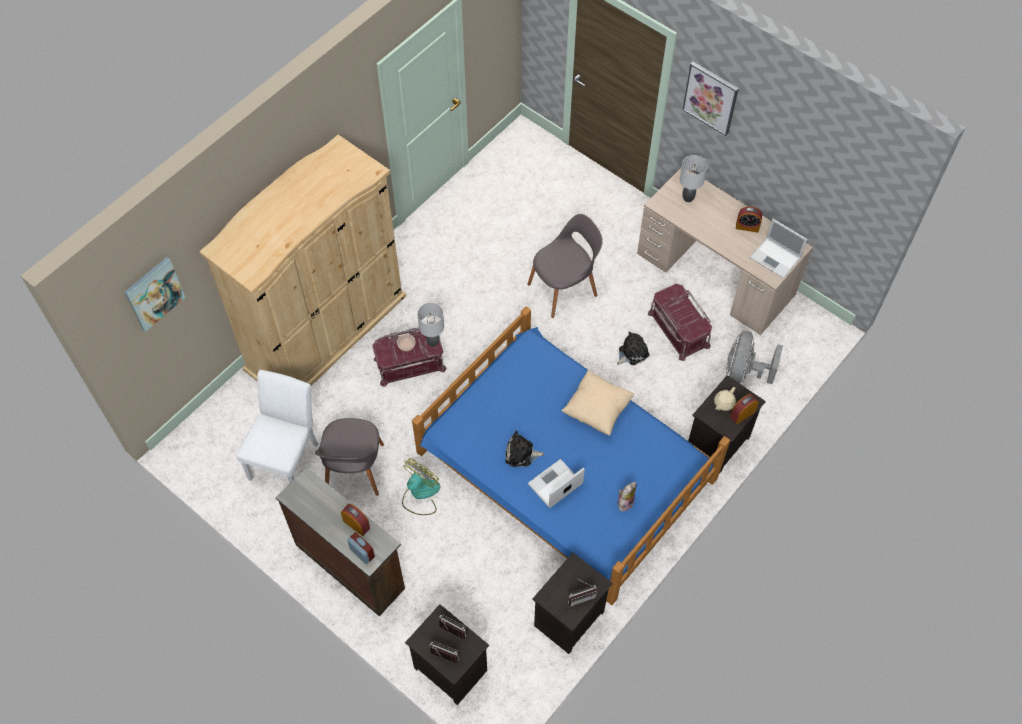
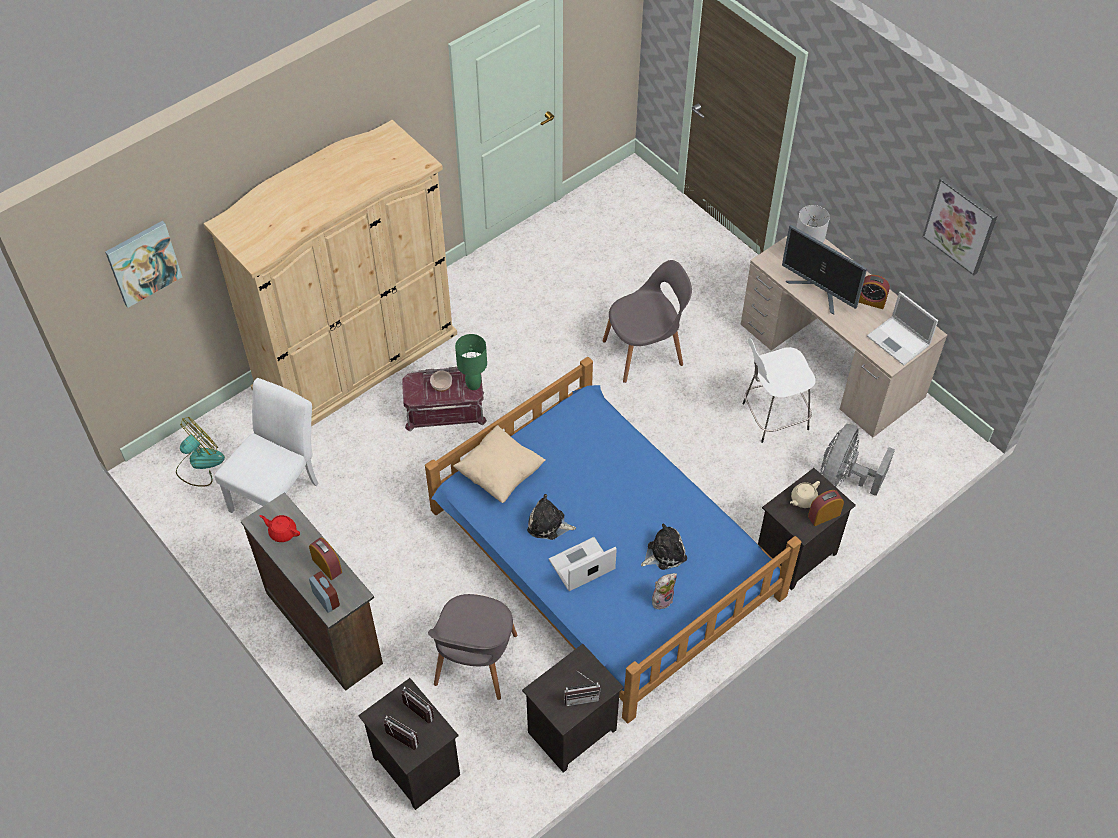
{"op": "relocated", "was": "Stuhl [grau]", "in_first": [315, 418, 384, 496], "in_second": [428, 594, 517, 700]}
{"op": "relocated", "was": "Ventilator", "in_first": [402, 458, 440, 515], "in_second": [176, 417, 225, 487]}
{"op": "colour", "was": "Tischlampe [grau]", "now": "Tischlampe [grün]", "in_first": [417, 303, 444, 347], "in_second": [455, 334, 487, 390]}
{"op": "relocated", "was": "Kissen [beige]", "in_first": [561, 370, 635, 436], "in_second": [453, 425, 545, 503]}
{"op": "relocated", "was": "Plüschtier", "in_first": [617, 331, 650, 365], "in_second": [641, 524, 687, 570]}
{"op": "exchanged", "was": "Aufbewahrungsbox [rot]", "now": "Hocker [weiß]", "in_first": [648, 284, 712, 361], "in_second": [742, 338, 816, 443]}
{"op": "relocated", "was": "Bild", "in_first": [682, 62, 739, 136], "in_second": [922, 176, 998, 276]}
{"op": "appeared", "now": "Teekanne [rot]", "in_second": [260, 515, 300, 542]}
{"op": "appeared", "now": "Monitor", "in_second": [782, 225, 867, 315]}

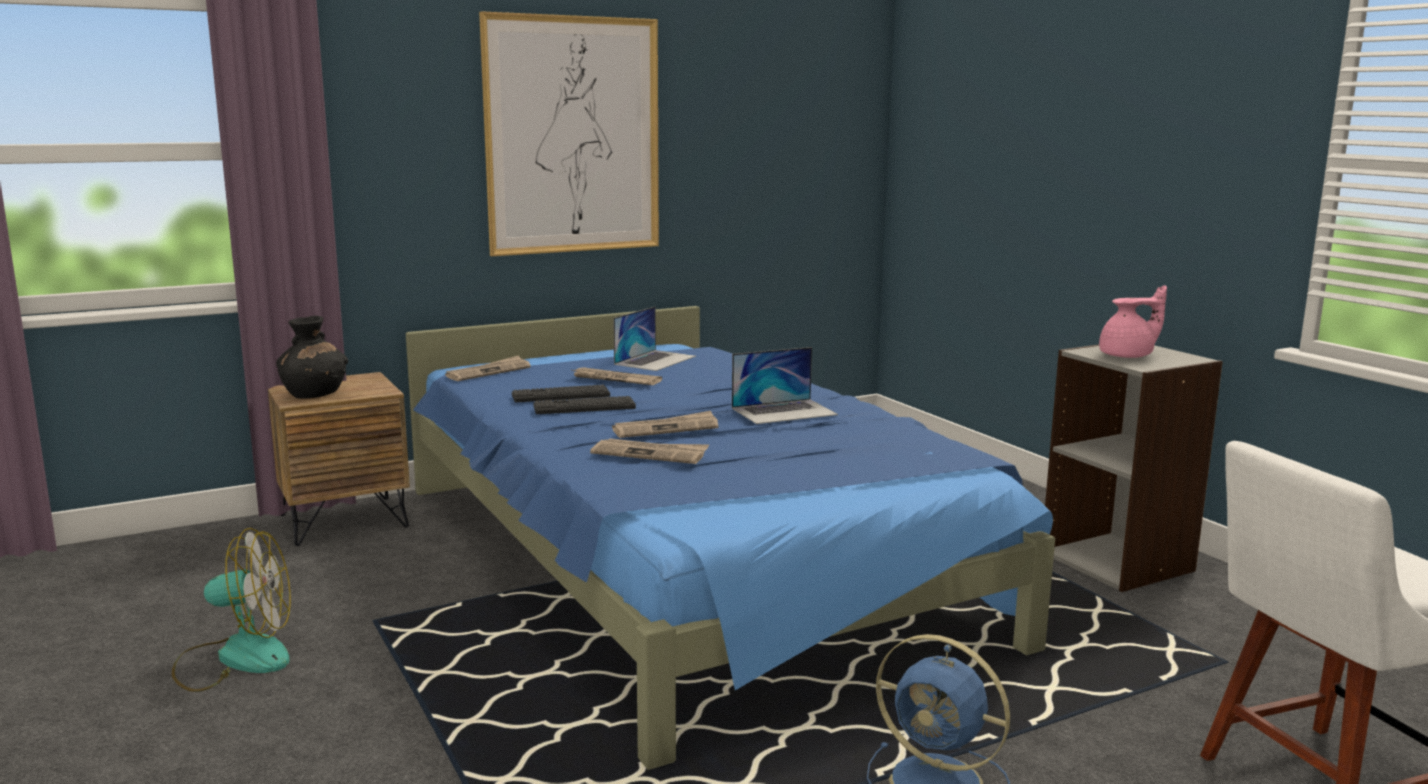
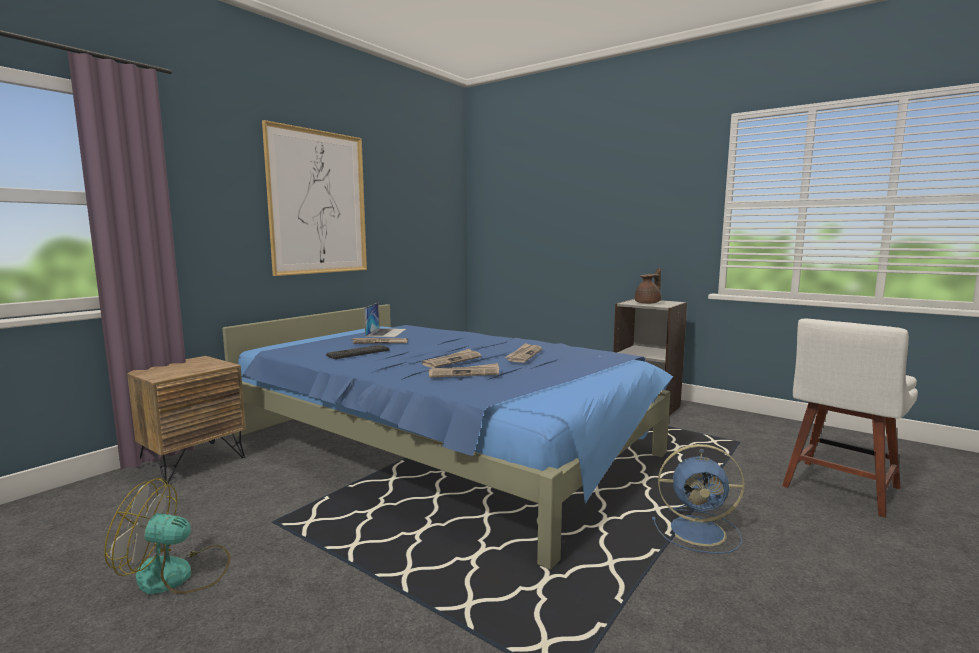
{"op": "spun", "was": "Ventilator", "in_first": [172, 528, 291, 692], "in_second": [104, 478, 230, 594], "clockwise": -150}
{"op": "missing", "was": "Vase [schwarz]", "in_first": [276, 316, 348, 398]}
{"op": "relocated", "was": "Zeitung", "in_first": [445, 355, 531, 381], "in_second": [505, 343, 542, 363]}
{"op": "missing", "was": "Tastatur", "in_first": [533, 396, 636, 414]}
{"op": "missing", "was": "Laptop", "in_first": [732, 347, 838, 424]}
{"op": "colour", "was": "Teekanne [rosa]", "now": "Teekanne [braun]", "in_first": [1099, 285, 1167, 358], "in_second": [635, 268, 661, 304]}

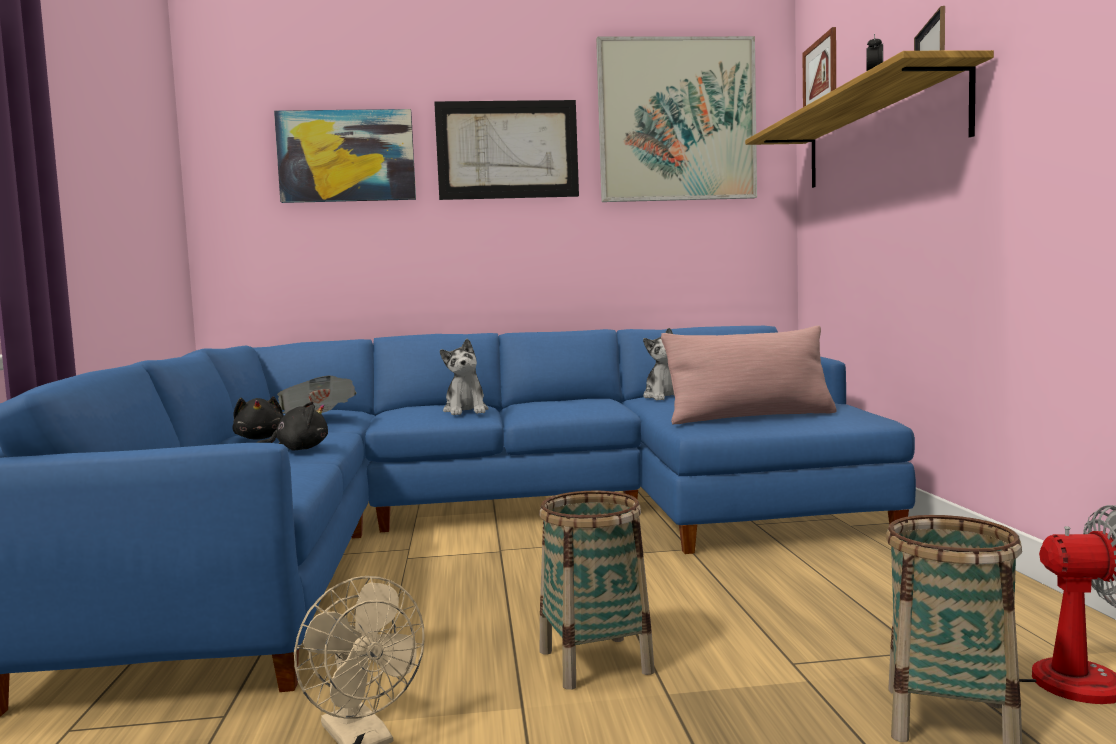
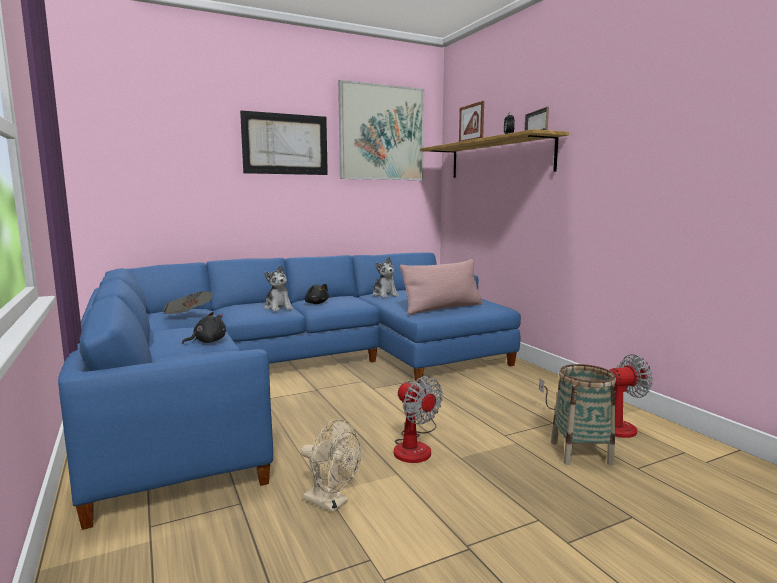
{"op": "relocated", "was": "Plüschtier [schwarz]", "in_first": [232, 396, 284, 440], "in_second": [305, 284, 329, 304]}
{"op": "missing", "was": "Bild", "in_first": [274, 109, 416, 203]}
{"op": "exchanged", "was": "Korb", "now": "Ventilator", "in_first": [539, 491, 655, 690], "in_second": [394, 376, 443, 463]}

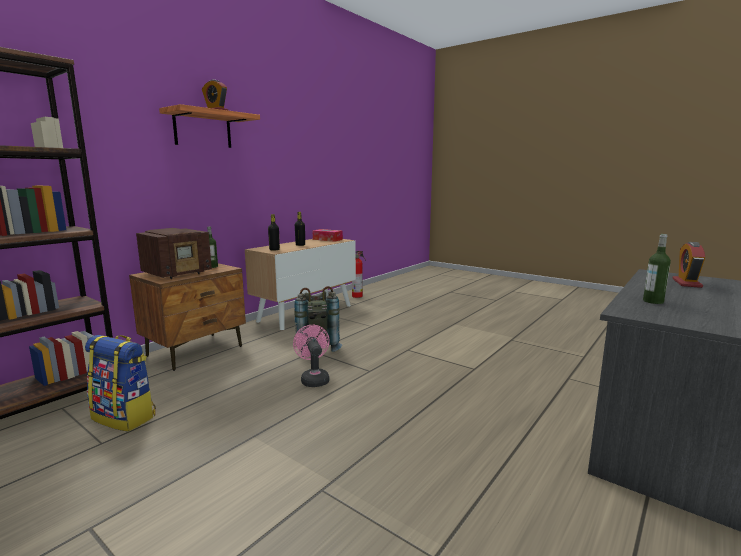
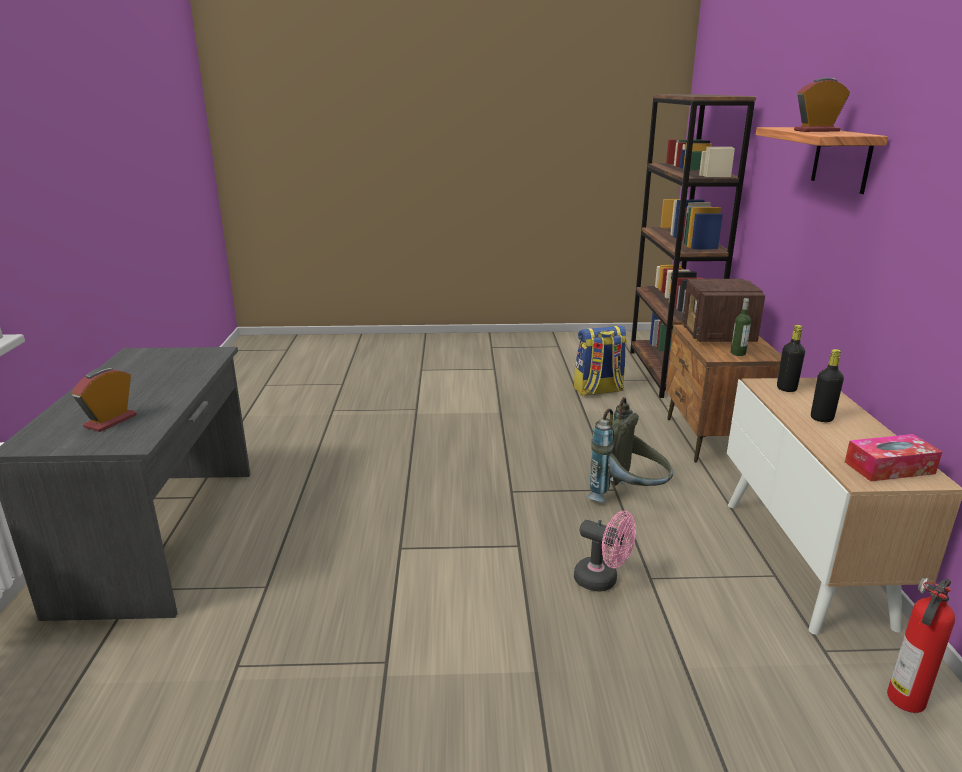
{"op": "relocated", "was": "Ventilator [rosa]", "in_first": [293, 325, 330, 387], "in_second": [574, 511, 636, 592]}
{"op": "missing", "was": "Flasche", "in_first": [643, 234, 671, 304]}
{"op": "spun", "was": "Wecker", "in_first": [672, 242, 705, 288], "in_second": [72, 367, 137, 432], "clockwise": -135}

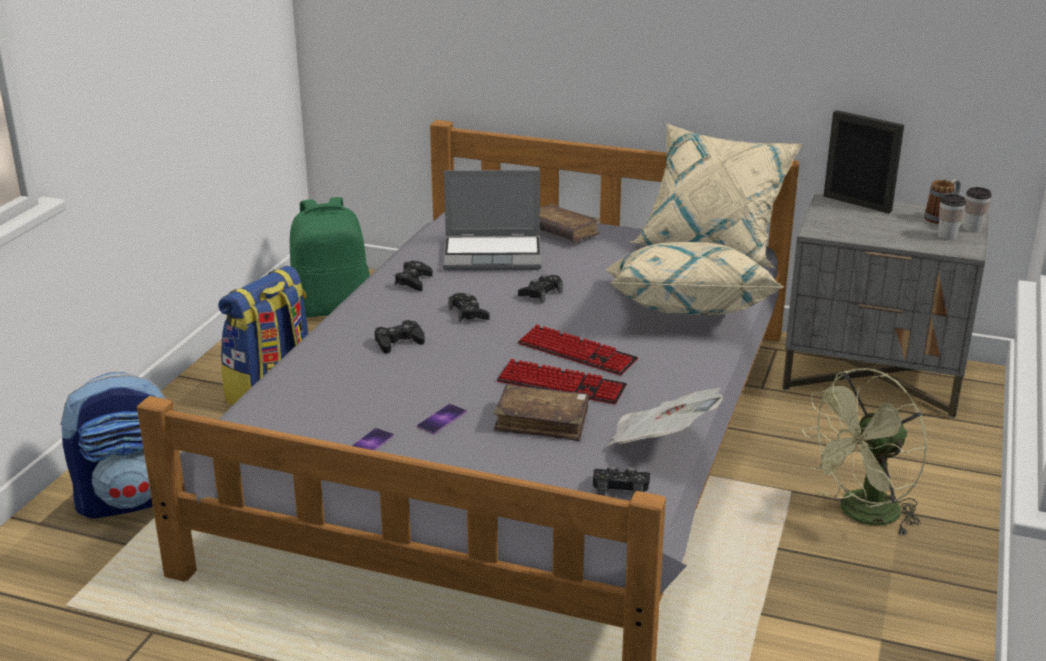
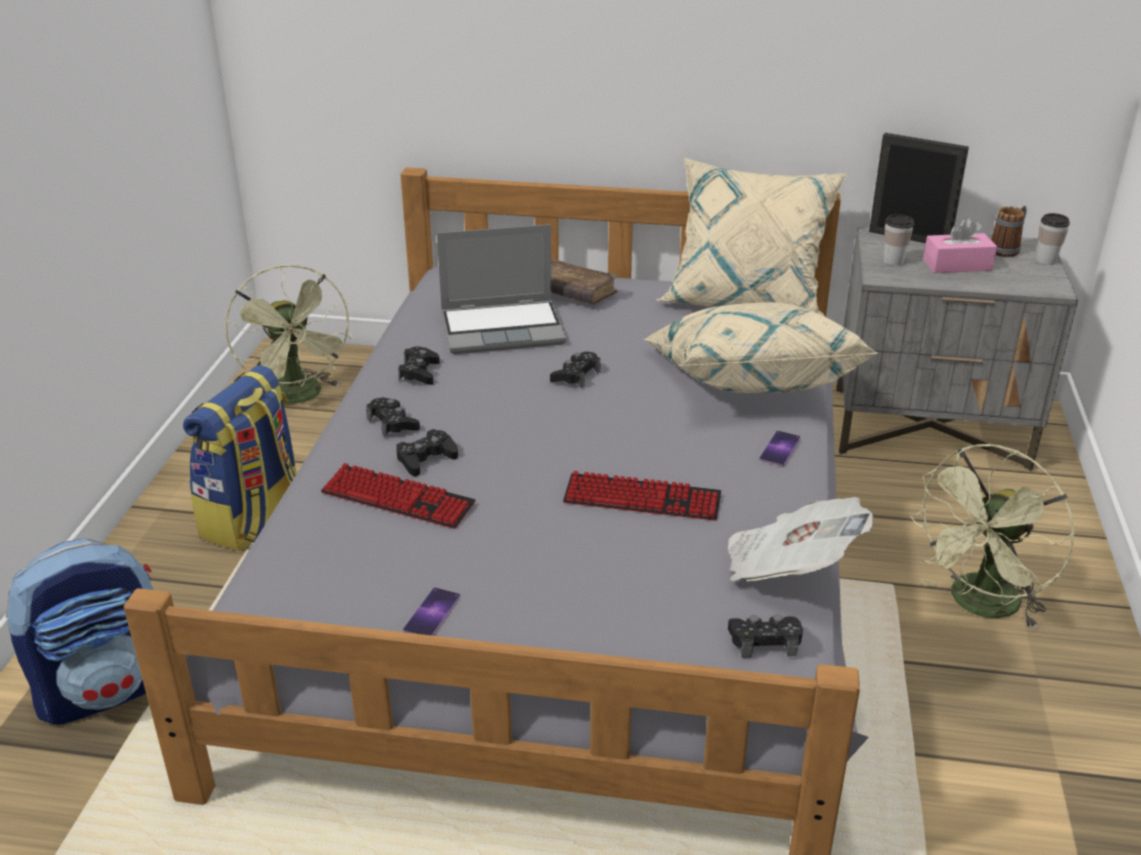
{"op": "exchanged", "was": "Rucksack [grün]", "now": "Ventilator [grün]", "in_first": [290, 197, 370, 318], "in_second": [225, 265, 352, 404]}
{"op": "relocated", "was": "Handy", "in_first": [417, 404, 467, 434], "in_second": [759, 430, 801, 466]}
{"op": "relocated", "was": "Gamepad [schwarz]", "in_first": [448, 293, 489, 323], "in_second": [366, 397, 420, 437]}
{"op": "missing", "was": "Buch [braun]", "in_first": [494, 384, 589, 441]}
{"op": "relocated", "was": "Tastatur", "in_first": [518, 324, 638, 375], "in_second": [321, 463, 476, 529]}
{"op": "relocated", "was": "Tasse", "in_first": [938, 194, 966, 240], "in_second": [883, 214, 914, 266]}
{"op": "appeared", "now": "Taschentuchbox [rosa]", "in_second": [923, 217, 997, 273]}

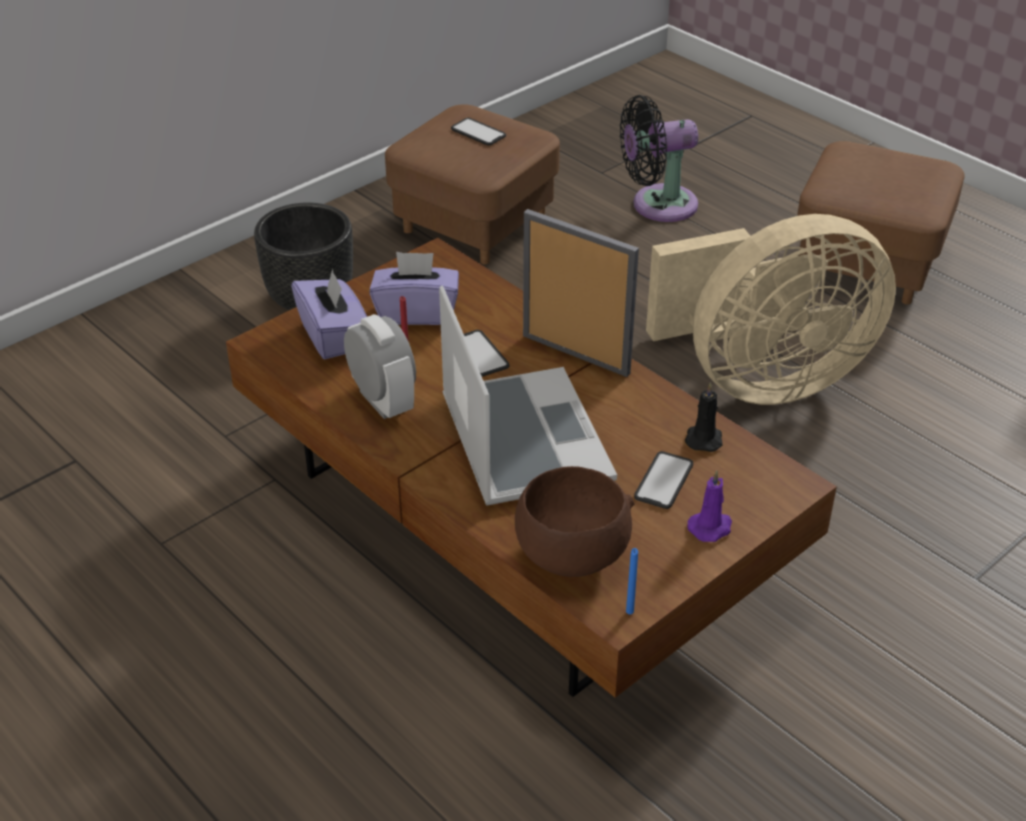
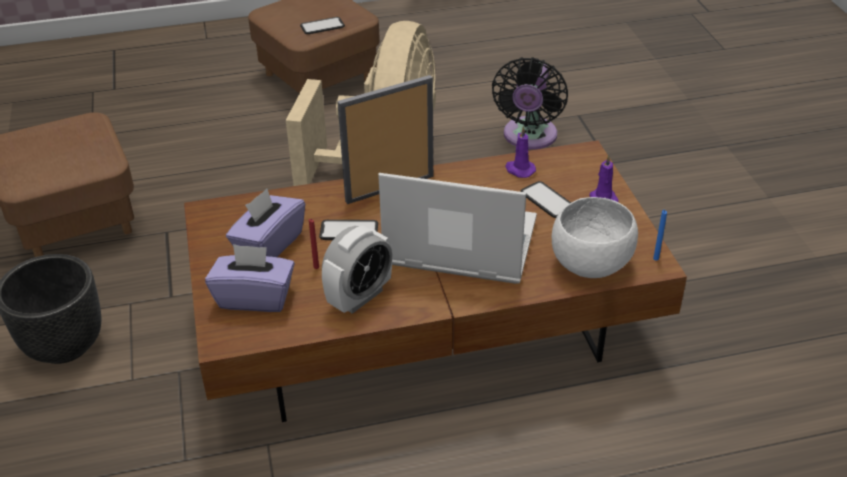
{"op": "spun", "was": "Wecker", "in_first": [344, 314, 416, 419], "in_second": [322, 226, 392, 314], "clockwise": 135}
{"op": "relocated", "was": "Handy", "in_first": [451, 118, 506, 145], "in_second": [300, 17, 345, 34]}
{"op": "colour", "was": "Schüssel [braun]", "now": "Schüssel [weiß]", "in_first": [515, 466, 635, 577], "in_second": [552, 197, 638, 278]}
{"op": "relocated", "was": "Ventilator [schwarz]", "in_first": [620, 95, 698, 222], "in_second": [492, 57, 568, 149]}
{"op": "colour", "was": "Kerze [schwarz]", "now": "Kerze [lila]", "in_first": [685, 382, 723, 452], "in_second": [505, 126, 536, 178]}

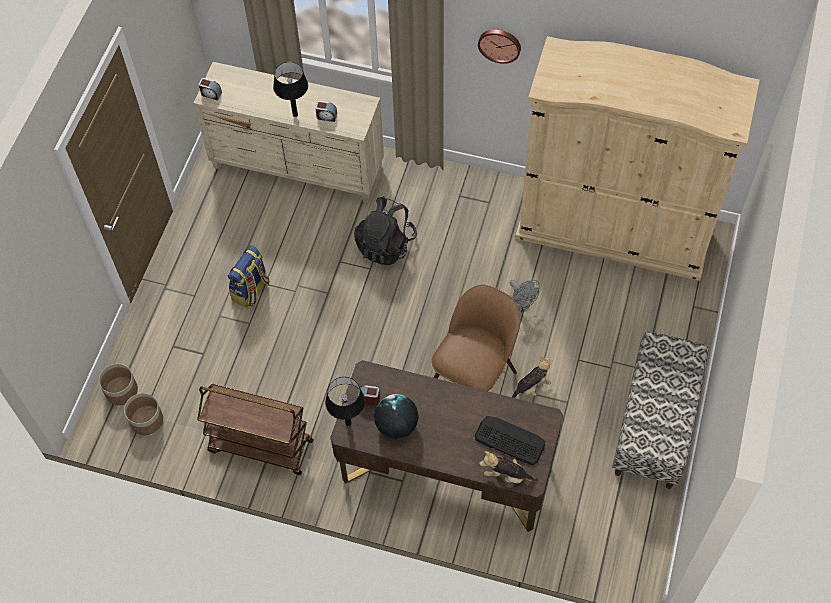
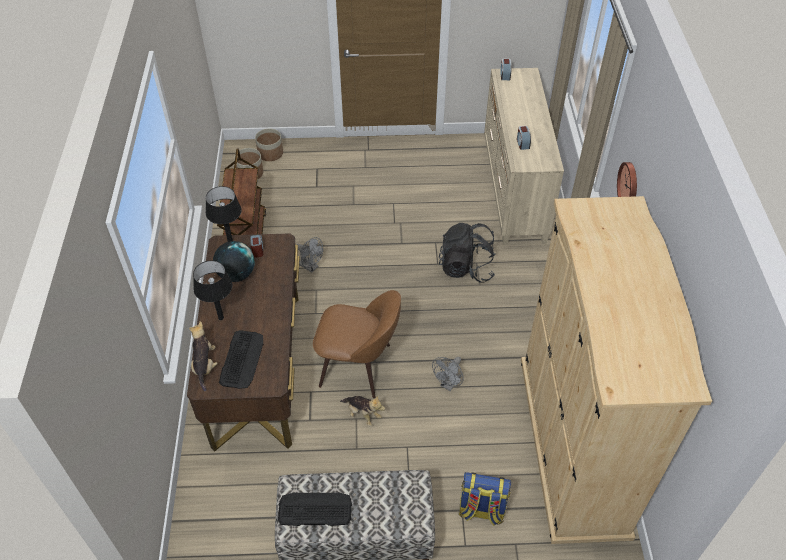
{"op": "relocated", "was": "Rucksack", "in_first": [228, 245, 270, 308], "in_second": [458, 472, 512, 526]}
{"op": "relocated", "was": "Tischlampe [schwarz]", "in_first": [273, 62, 308, 117], "in_second": [193, 261, 232, 320]}
{"op": "appeared", "now": "Tastatur", "in_second": [278, 492, 352, 526]}
{"op": "appeared", "now": "Ventilator [grau]", "in_second": [296, 237, 323, 273]}

